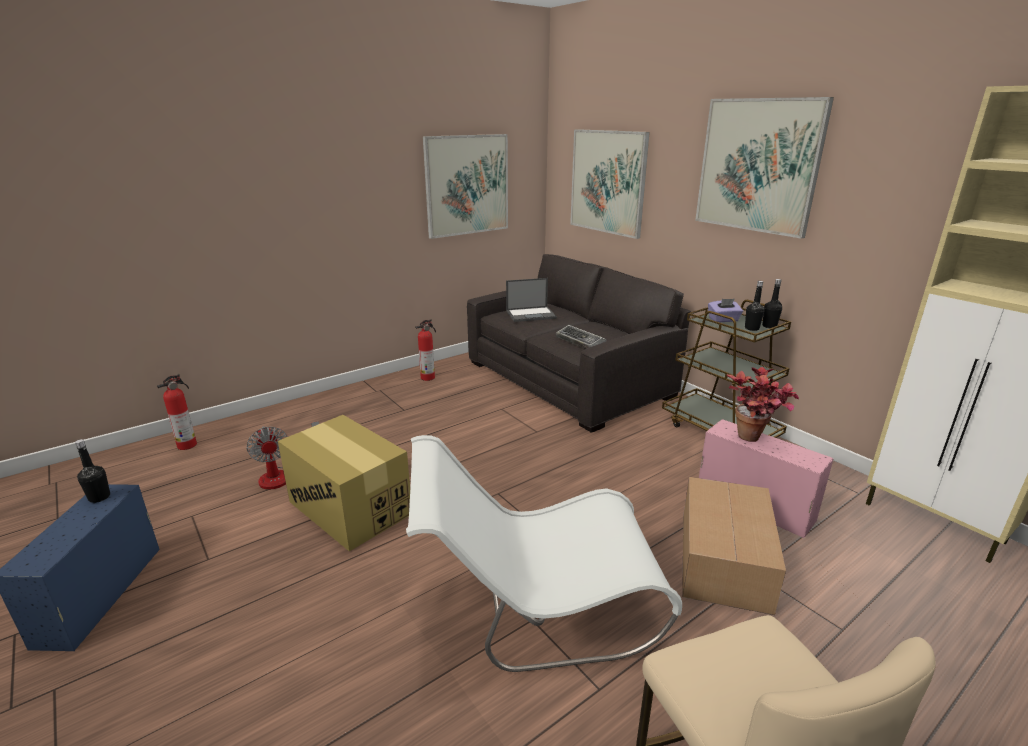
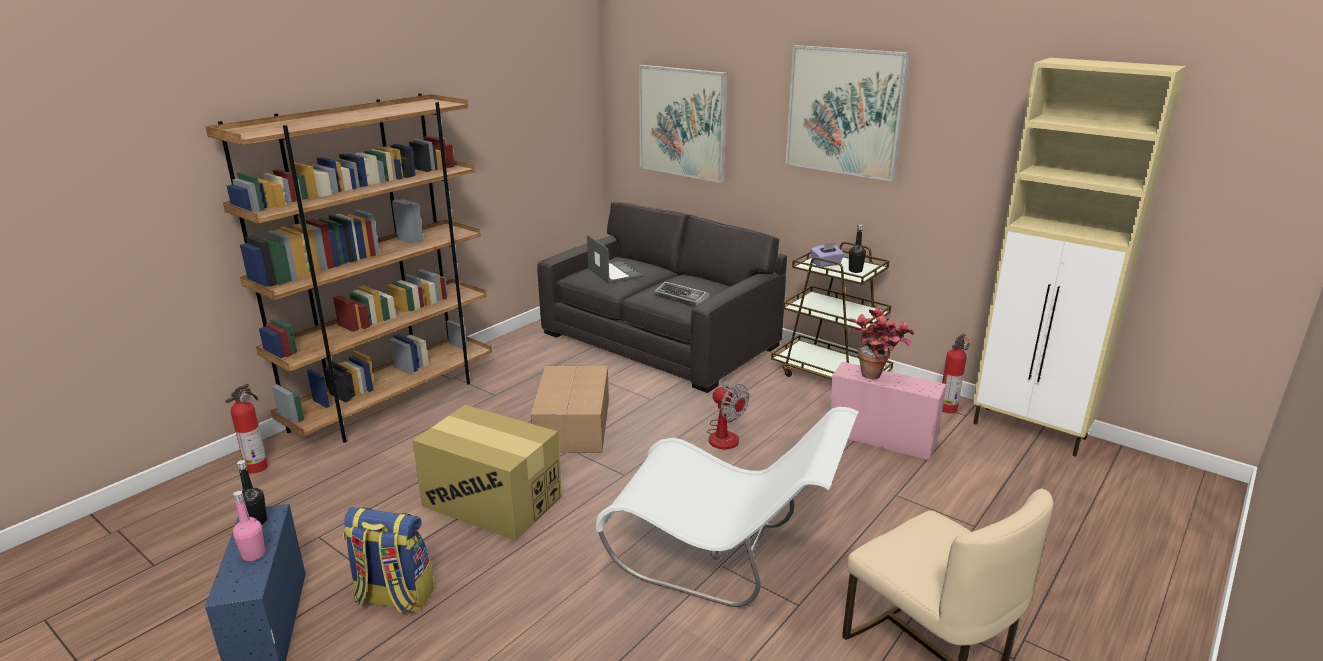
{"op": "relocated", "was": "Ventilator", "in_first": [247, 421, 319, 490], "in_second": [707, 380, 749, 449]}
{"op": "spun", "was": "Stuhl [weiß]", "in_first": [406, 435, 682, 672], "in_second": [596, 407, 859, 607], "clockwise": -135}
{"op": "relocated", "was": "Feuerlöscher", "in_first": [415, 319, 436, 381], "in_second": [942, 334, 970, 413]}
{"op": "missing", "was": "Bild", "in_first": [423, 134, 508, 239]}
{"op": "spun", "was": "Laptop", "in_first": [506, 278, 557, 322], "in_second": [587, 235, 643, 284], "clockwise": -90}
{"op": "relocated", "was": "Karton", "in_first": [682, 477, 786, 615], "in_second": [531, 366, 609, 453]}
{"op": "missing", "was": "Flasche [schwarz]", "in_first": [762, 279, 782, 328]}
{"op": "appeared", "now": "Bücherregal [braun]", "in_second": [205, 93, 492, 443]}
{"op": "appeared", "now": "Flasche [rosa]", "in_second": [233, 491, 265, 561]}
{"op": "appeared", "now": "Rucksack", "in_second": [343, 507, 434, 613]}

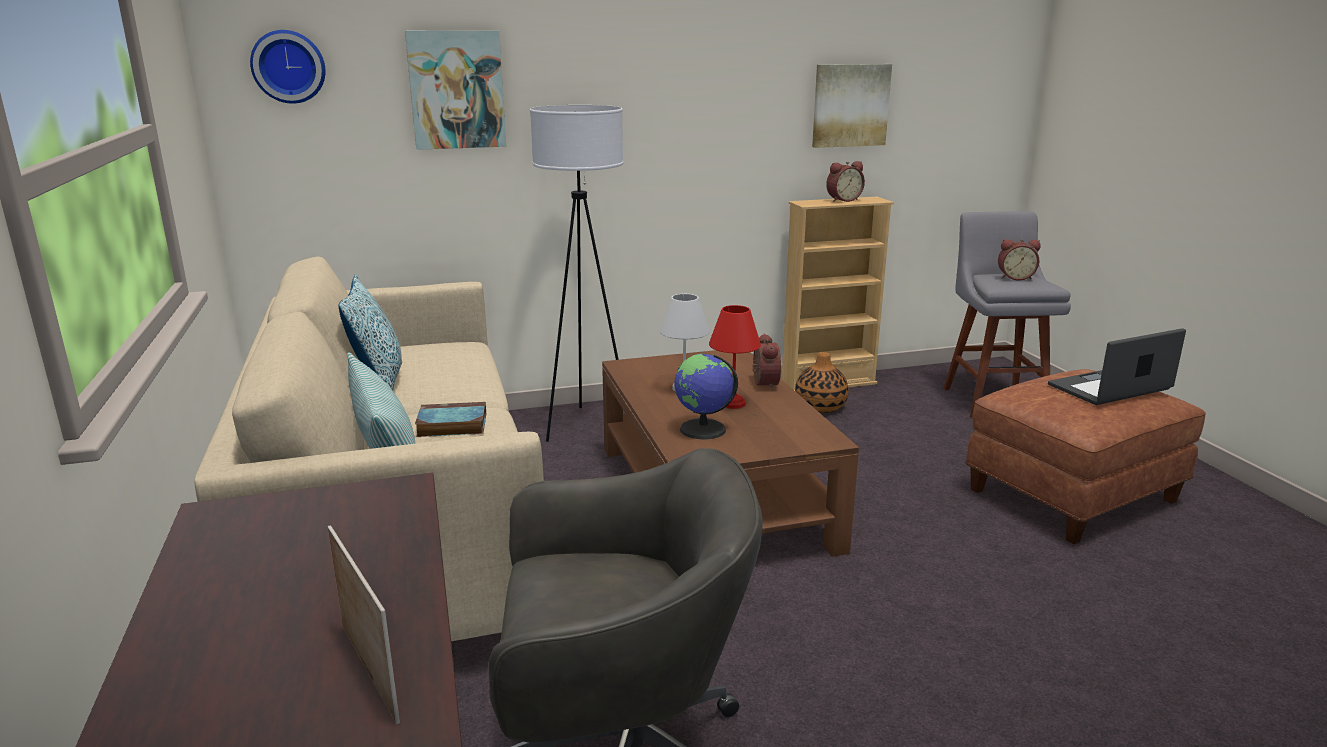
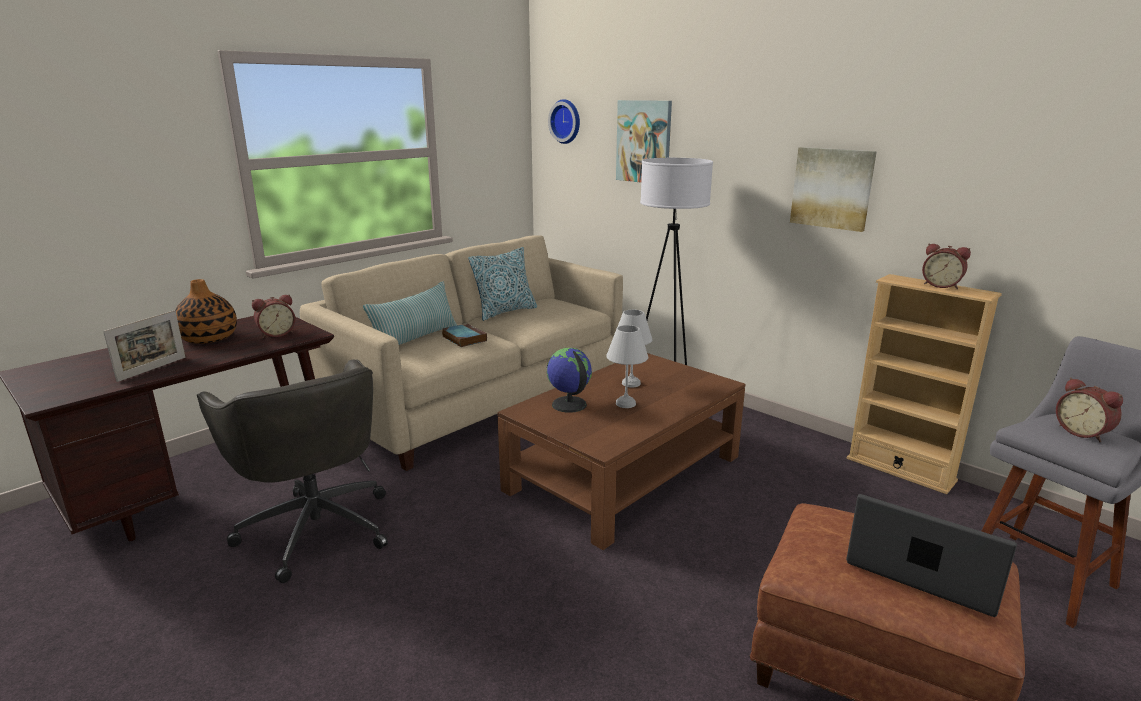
{"op": "colour", "was": "Tischlampe [rot]", "now": "Tischlampe [weiß]", "in_first": [709, 305, 761, 409], "in_second": [606, 325, 648, 408]}
{"op": "relocated", "was": "Wecker", "in_first": [752, 334, 781, 390], "in_second": [252, 294, 295, 338]}
{"op": "relocated", "was": "Vase", "in_first": [795, 352, 849, 413], "in_second": [175, 279, 237, 344]}
{"op": "relocated", "was": "Bild", "in_first": [812, 64, 892, 148], "in_second": [790, 147, 877, 232]}

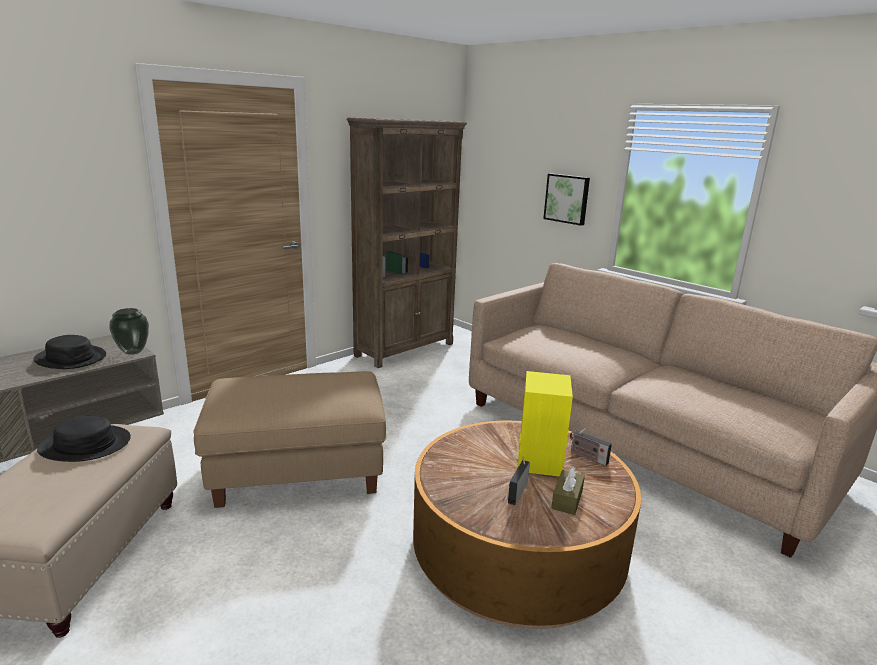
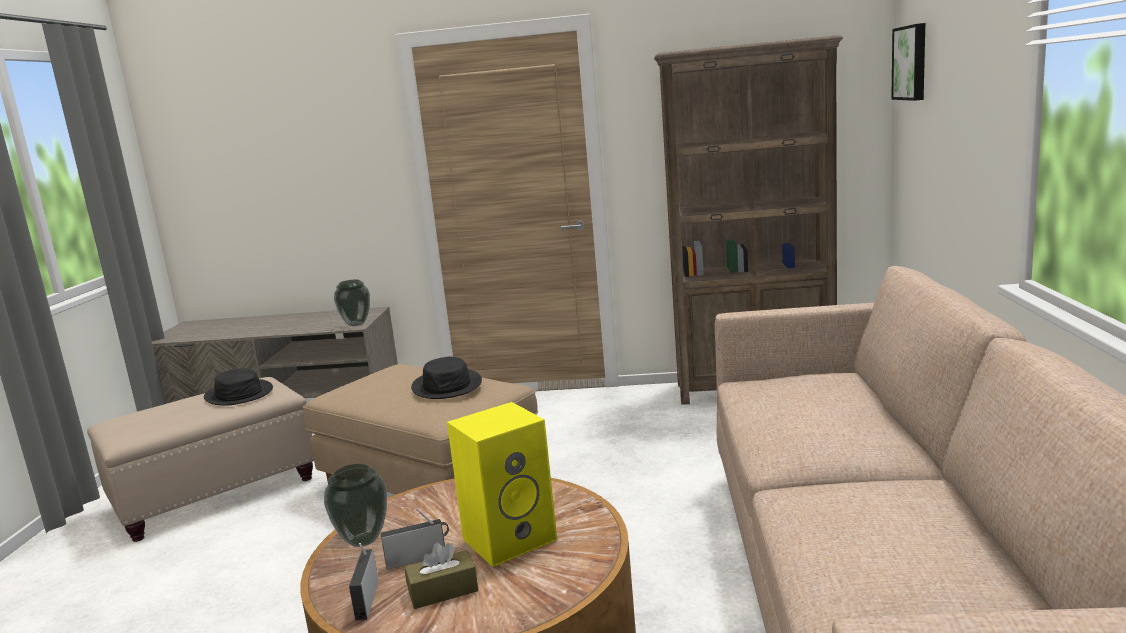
{"op": "relocated", "was": "Hut [schwarz]", "in_first": [34, 335, 106, 369], "in_second": [411, 357, 482, 399]}
{"op": "relocated", "was": "Bild", "in_first": [543, 173, 590, 226], "in_second": [891, 23, 925, 101]}
{"op": "relocated", "was": "Radio", "in_first": [570, 425, 612, 466], "in_second": [349, 543, 379, 621]}
{"op": "appeared", "now": "Vase", "in_second": [324, 464, 387, 547]}

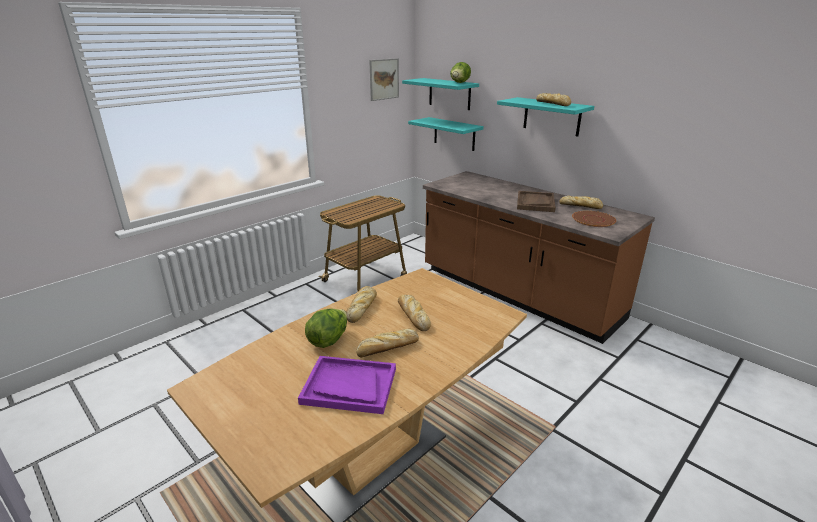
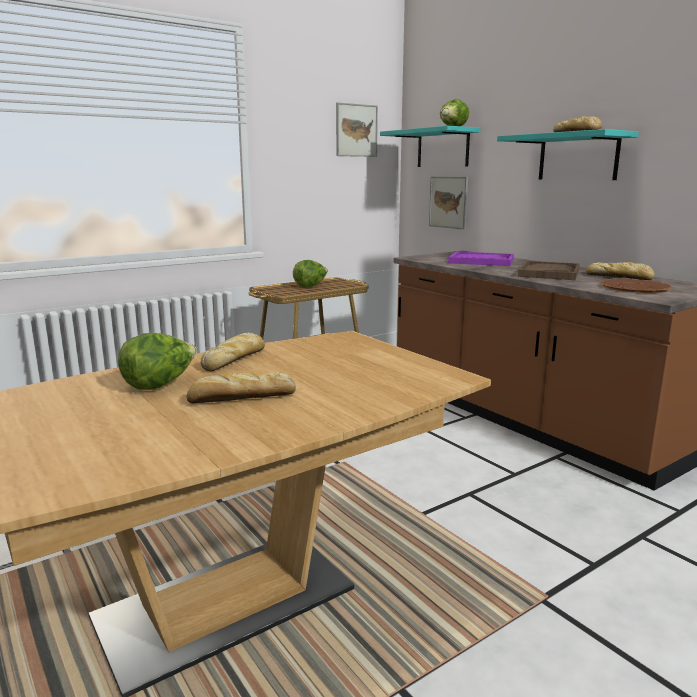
{"op": "relocated", "was": "Tablett [lila]", "in_first": [298, 356, 396, 414], "in_second": [448, 252, 514, 266]}
{"op": "missing", "was": "Brot", "in_first": [398, 295, 431, 331]}
{"op": "exchanged", "was": "Wandregal [türkis]", "now": "Bild", "in_first": [408, 117, 484, 151], "in_second": [429, 177, 468, 230]}
{"op": "appeared", "now": "Salatkopf", "in_second": [293, 260, 328, 287]}

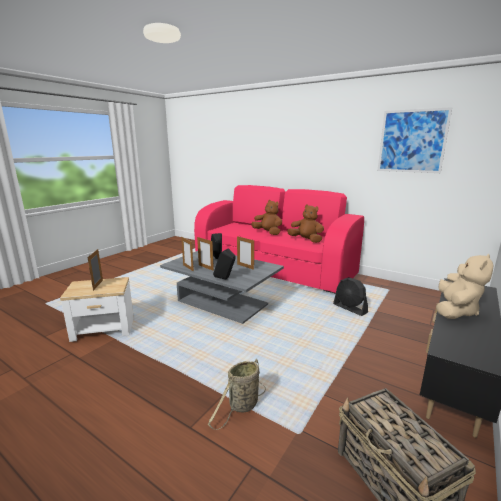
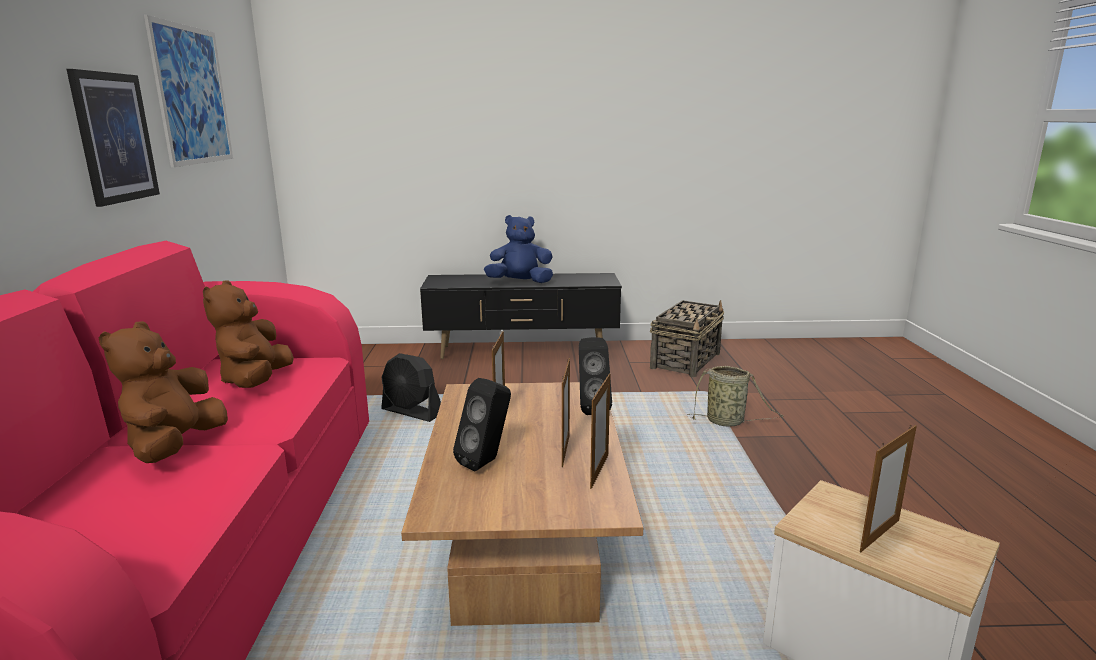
{"op": "colour", "was": "Couchtisch [grau]", "now": "Couchtisch [braun]", "in_first": [160, 251, 284, 324], "in_second": [401, 382, 643, 626]}
{"op": "spun", "was": "Ventilator [schwarz]", "in_first": [333, 277, 368, 316], "in_second": [381, 353, 441, 422], "clockwise": 105}
{"op": "colour", "was": "Plüschtier [beige]", "now": "Plüschtier [blau]", "in_first": [436, 254, 494, 319], "in_second": [484, 215, 553, 283]}
{"op": "appeared", "now": "Bild", "in_second": [66, 69, 160, 207]}

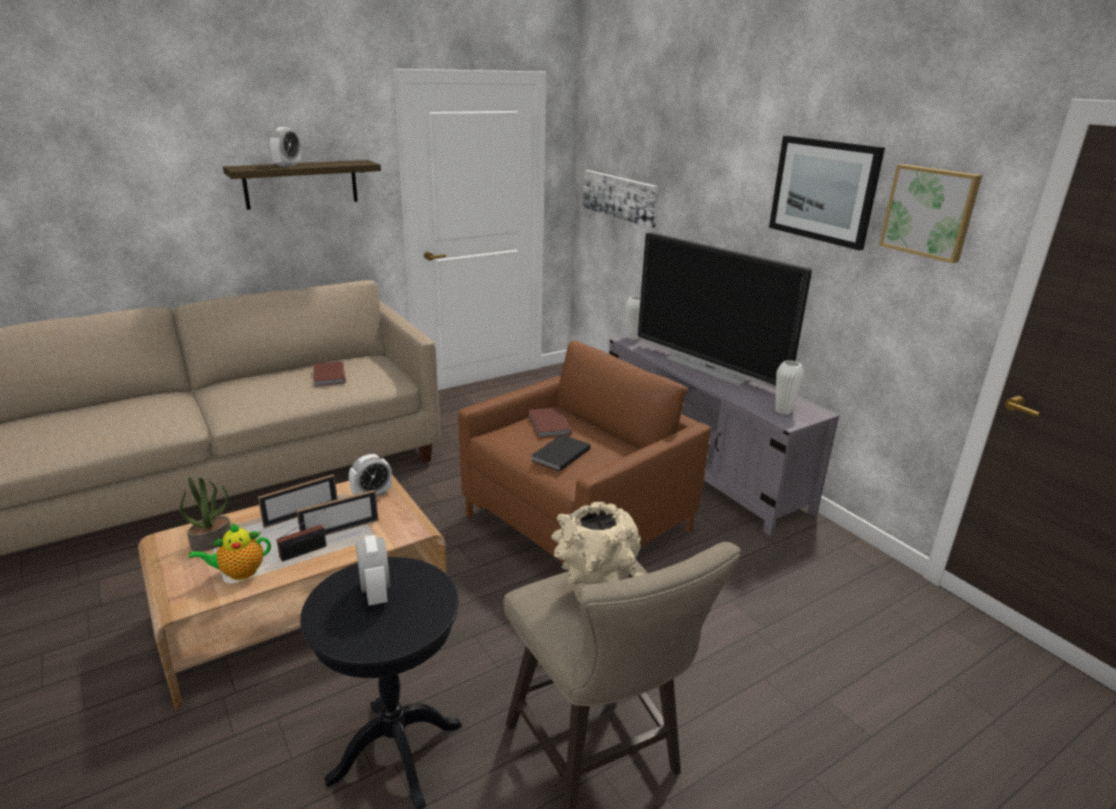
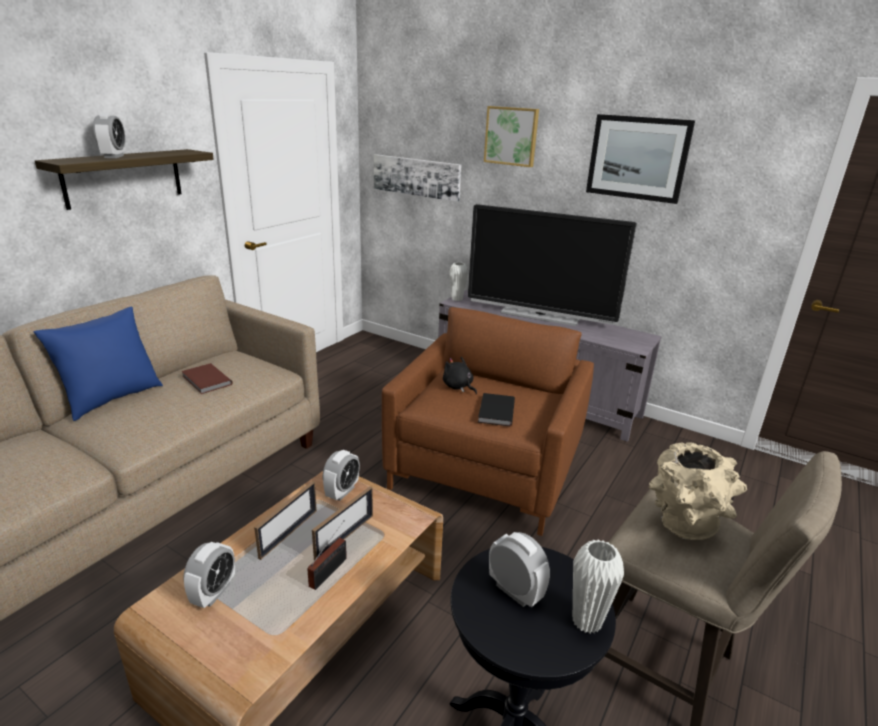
{"op": "exchanged", "was": "Topfpflanze", "now": "Wecker", "in_first": [180, 477, 231, 552], "in_second": [183, 542, 235, 608]}
{"op": "missing", "was": "Teekanne", "in_first": [189, 523, 271, 580]}
{"op": "exchanged", "was": "Buch [braun]", "now": "Plüschtier [schwarz]", "in_first": [528, 408, 572, 438], "in_second": [443, 357, 477, 394]}
{"op": "relocated", "was": "Vase [weiß]", "in_first": [775, 360, 804, 415], "in_second": [573, 539, 624, 634]}
{"op": "relocated", "was": "Bild", "in_first": [879, 164, 982, 263], "in_second": [484, 106, 539, 167]}
{"op": "appeared", "now": "Kissen [blau]", "in_second": [34, 307, 163, 421]}

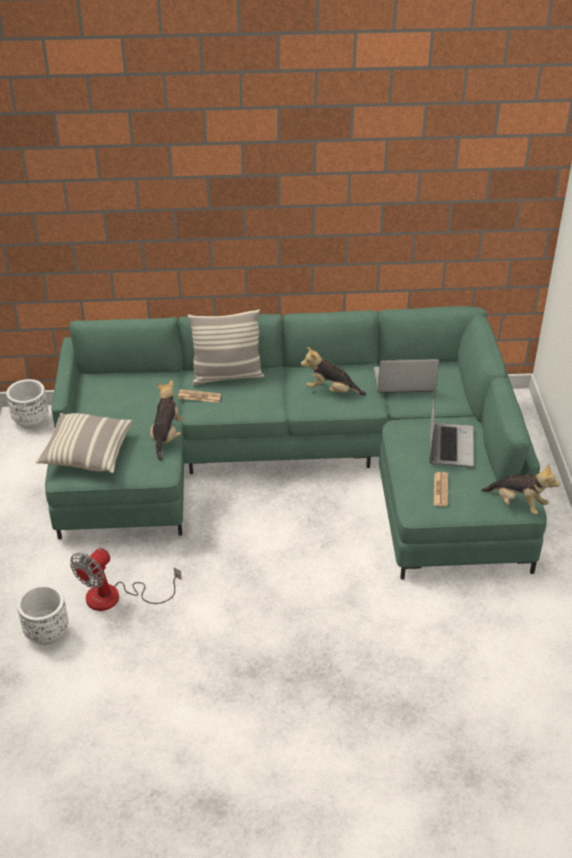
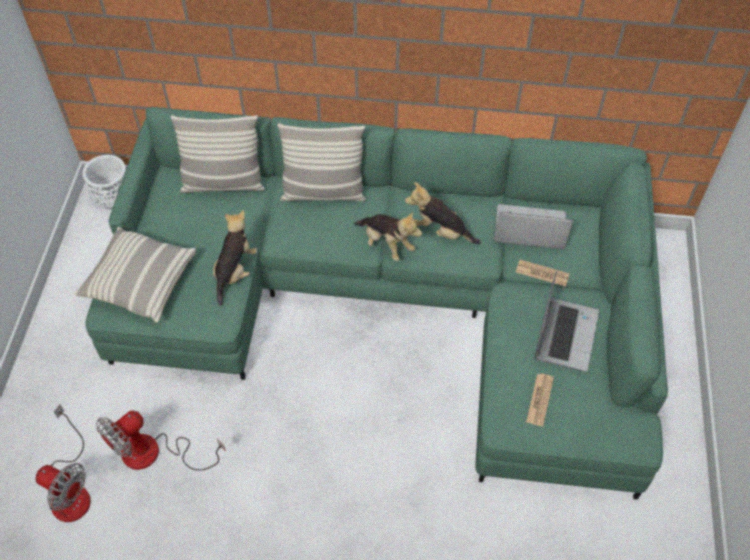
{"op": "exchanged", "was": "Pflanzkübel [weiß]", "now": "Ventilator", "in_first": [17, 584, 68, 645], "in_second": [35, 404, 91, 522]}
{"op": "relocated", "was": "Zeitung", "in_first": [178, 389, 221, 403], "in_second": [516, 260, 570, 287]}
{"op": "relocated", "was": "Plüschtier", "in_first": [481, 463, 560, 515], "in_second": [354, 211, 422, 261]}
{"op": "appeared", "now": "Kissen", "in_second": [171, 115, 265, 193]}

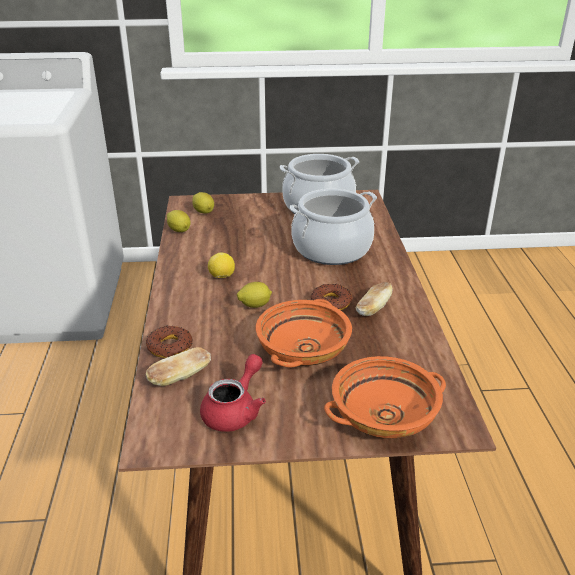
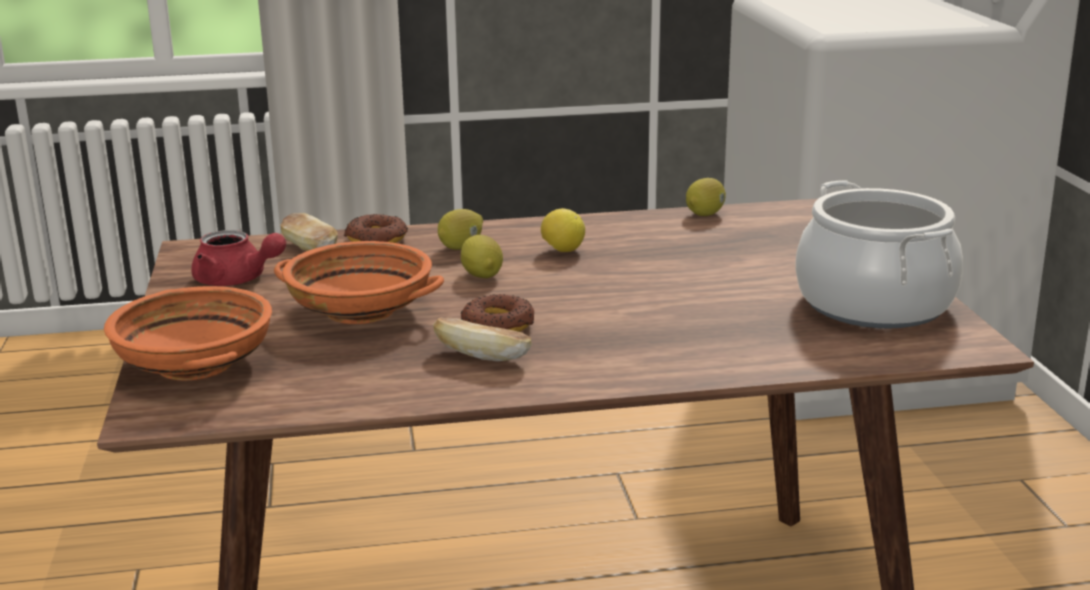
{"op": "relocated", "was": "Zitrone", "in_first": [192, 192, 214, 214], "in_second": [438, 209, 483, 250]}
{"op": "missing", "was": "Kochtopf", "in_first": [290, 189, 377, 265]}

